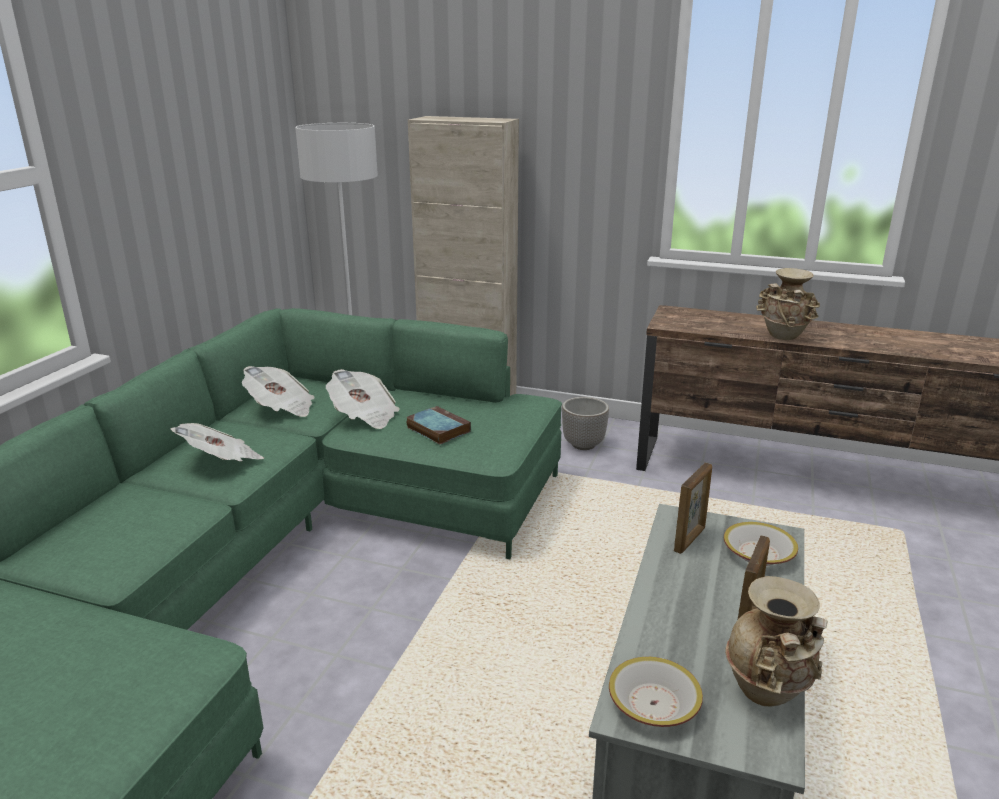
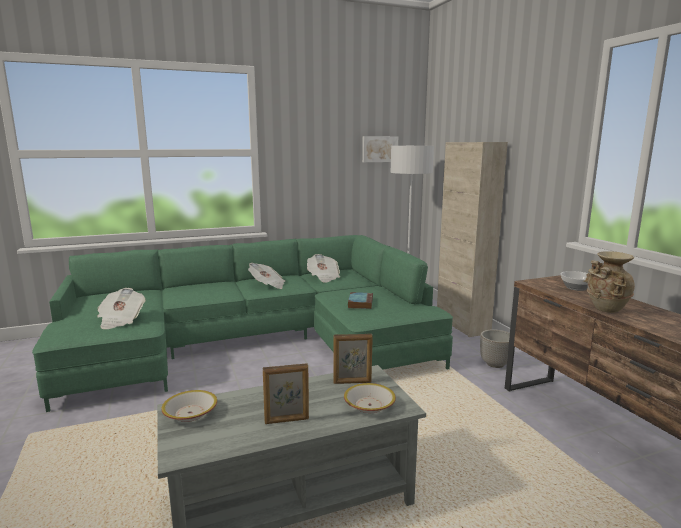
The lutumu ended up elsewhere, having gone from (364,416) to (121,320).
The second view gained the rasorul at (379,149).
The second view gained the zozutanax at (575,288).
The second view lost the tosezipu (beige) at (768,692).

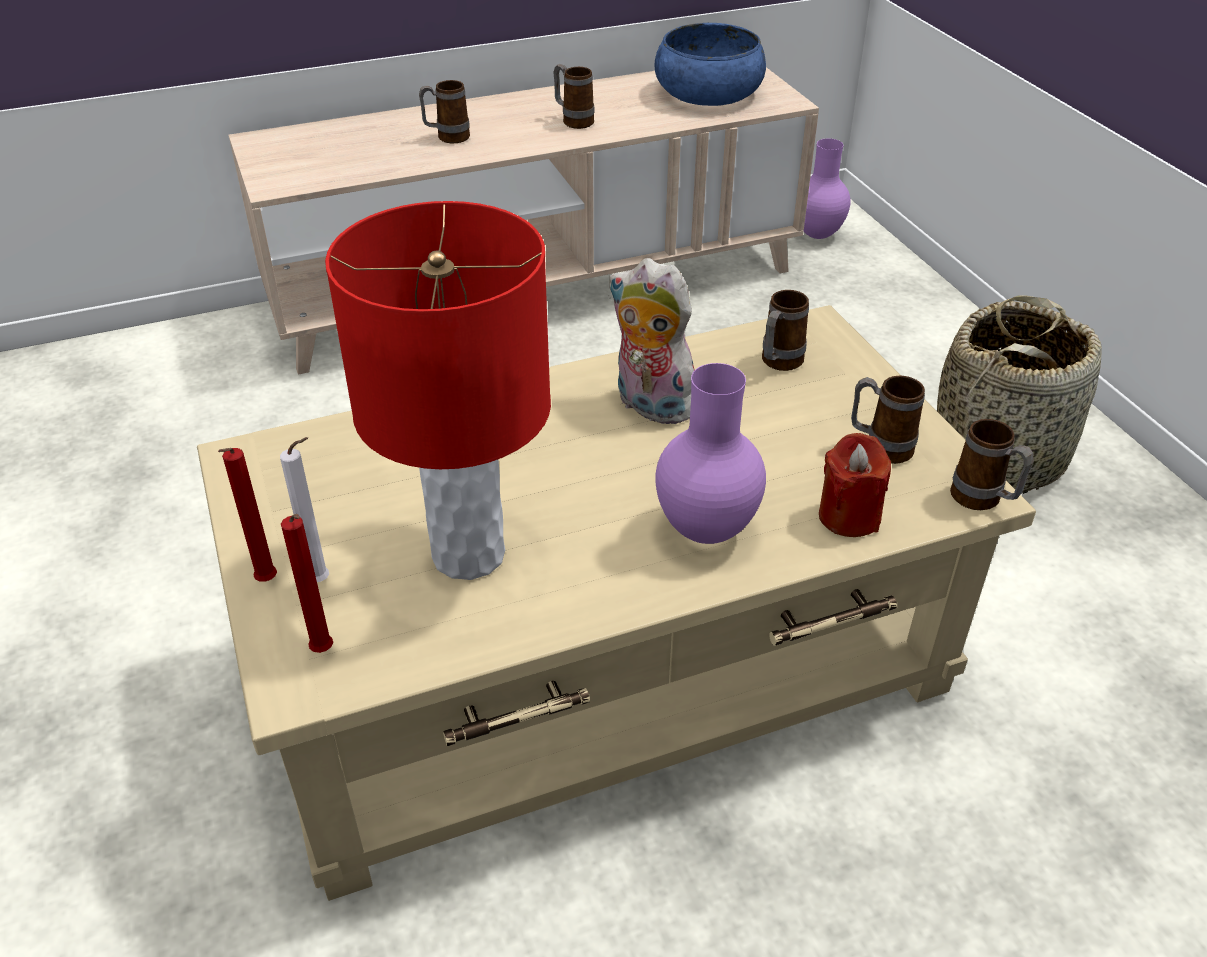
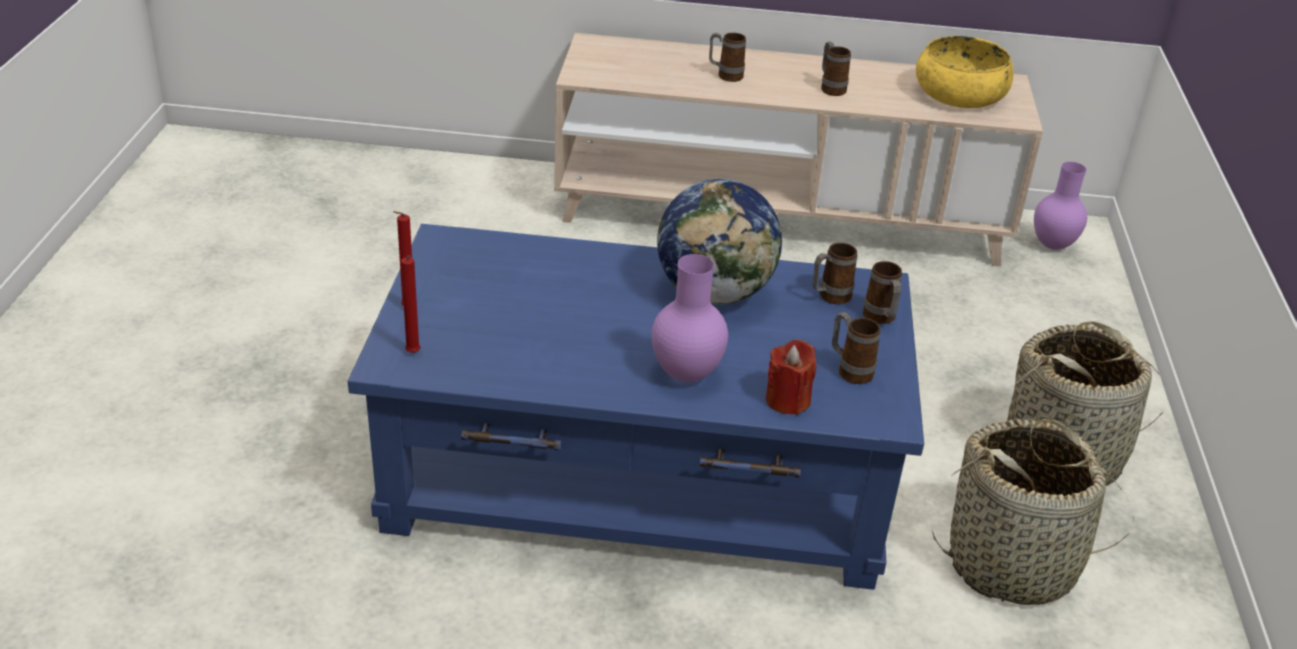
What was the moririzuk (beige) at (605,666) turned into the moririzuk (blue) at (640,478).
Where the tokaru stood at (649,406), the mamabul came to stand at (715,293).
The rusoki ended up elsewhere, having gone from (983,501) to (881,319).
What was the zozutanax (blue) at (708,93) turned into the zozutanax (yellow) at (959,95).
The second view gained the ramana at (1013,563).
The second view lost the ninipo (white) at (323,581).
The second view lost the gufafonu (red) at (468,553).

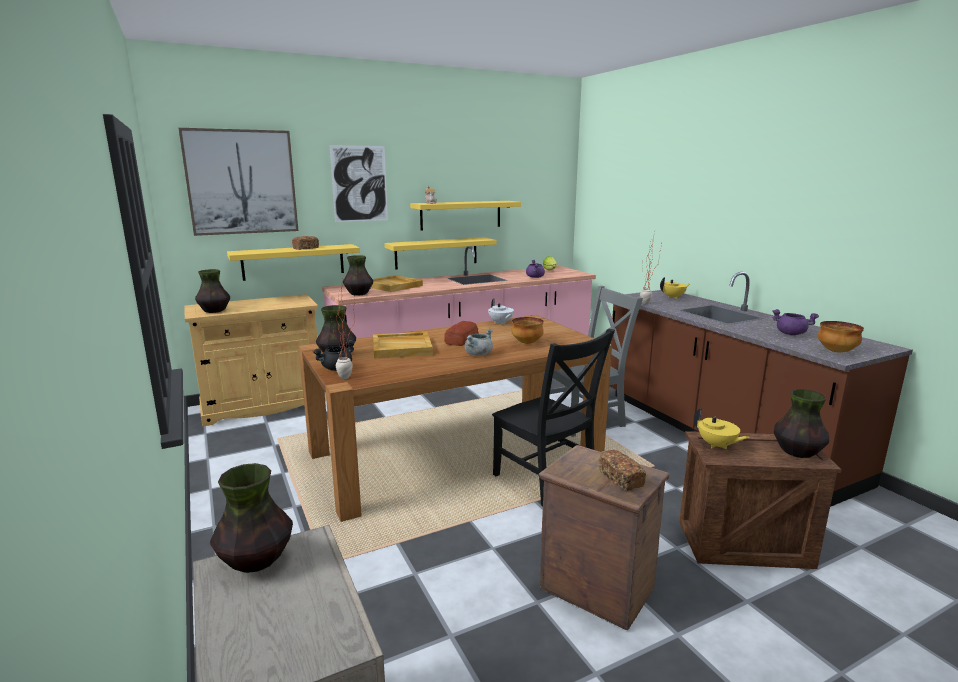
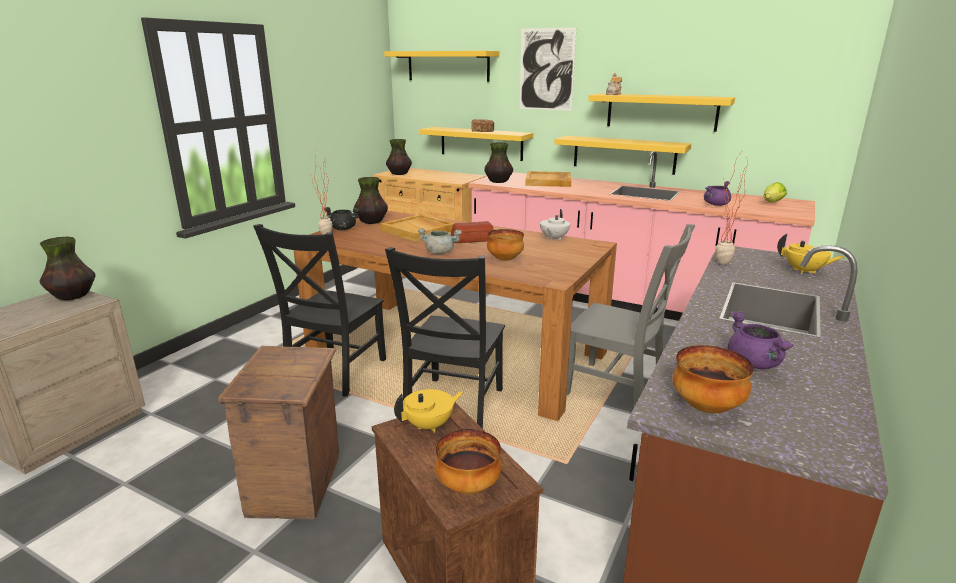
The second view gained the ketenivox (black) at (334,373).
Where the rasorul hung at (241,182), the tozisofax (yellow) came to hang at (448,66).
The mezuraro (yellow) at (717,446) ended up facing another way, 135 degrees counterclockwise from before.
Where the tosezipu stood at (797,452), the zozutanax came to stand at (468,486).
The second view lost the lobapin at (621,479).

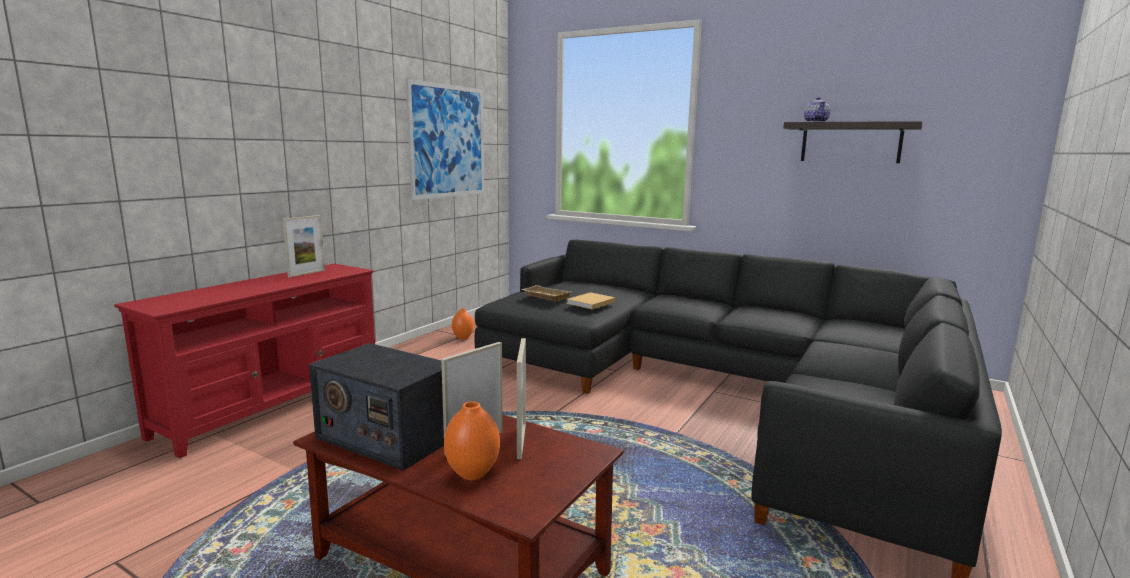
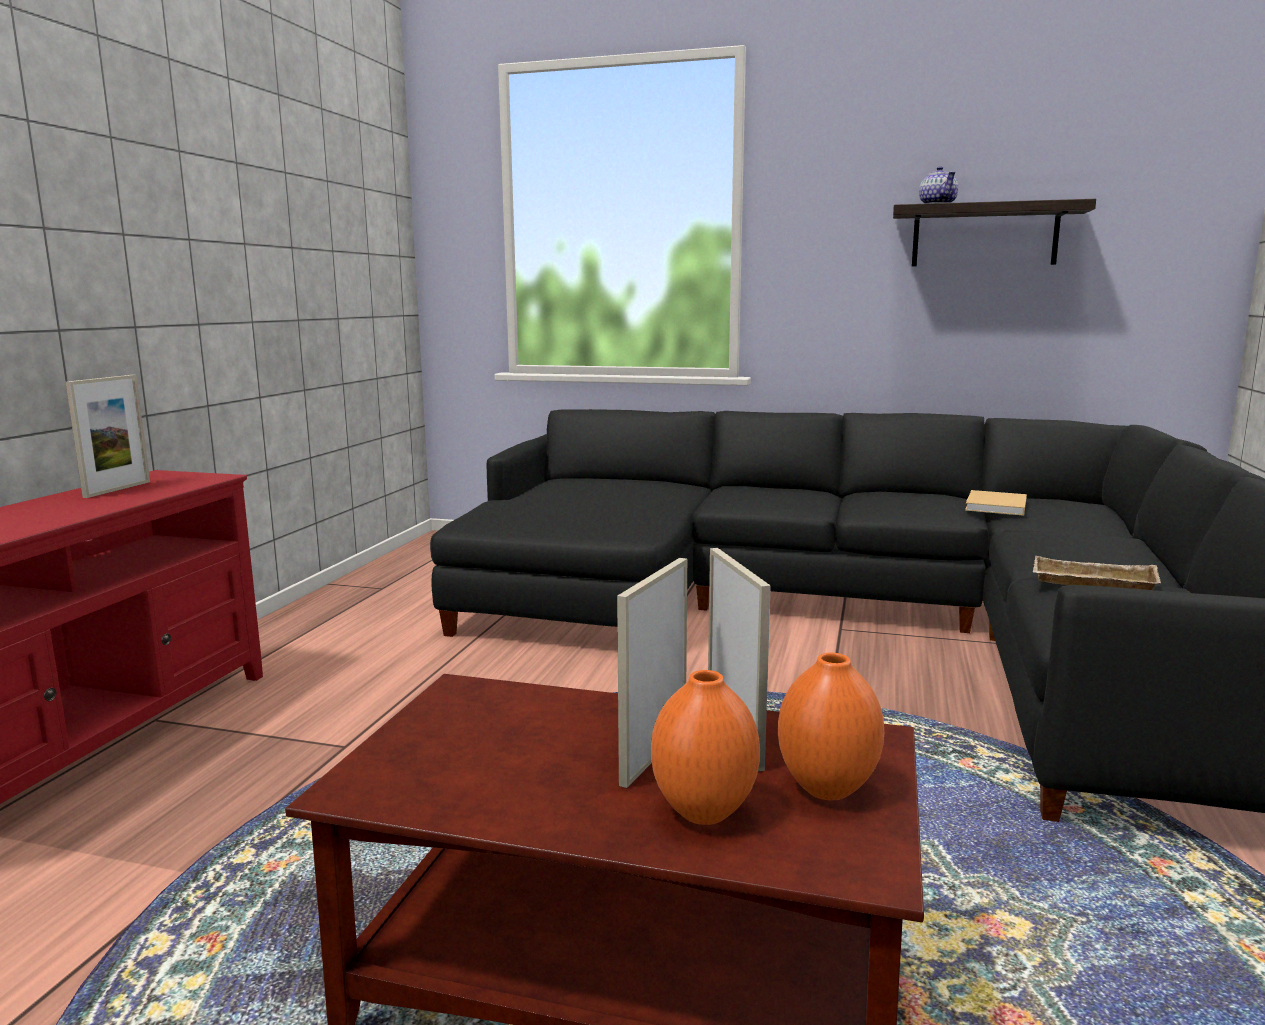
The tosezipu (orange) ended up elsewhere, having gone from (462,338) to (825,788).
The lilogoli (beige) ended up elsewhere, having gone from (590,303) to (996,506).
The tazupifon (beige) ended up elsewhere, having gone from (544,296) to (1091,584).
The second view lost the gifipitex at (386,437).
The second view lost the rasorul at (448,141).

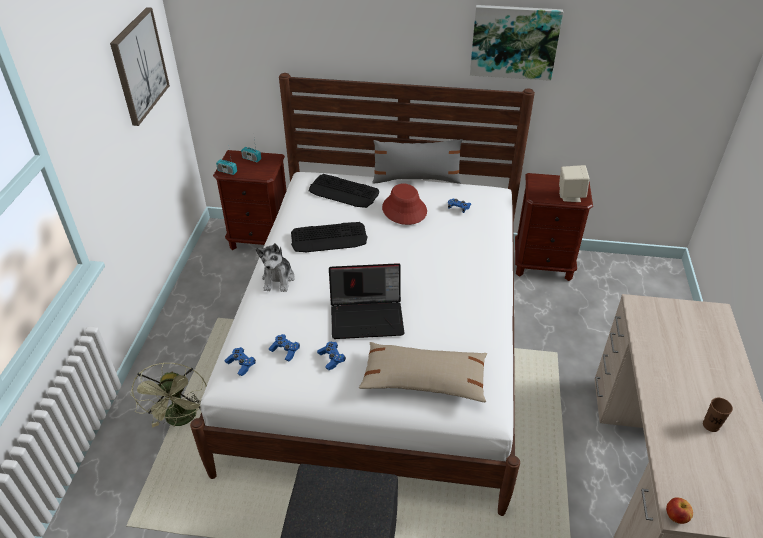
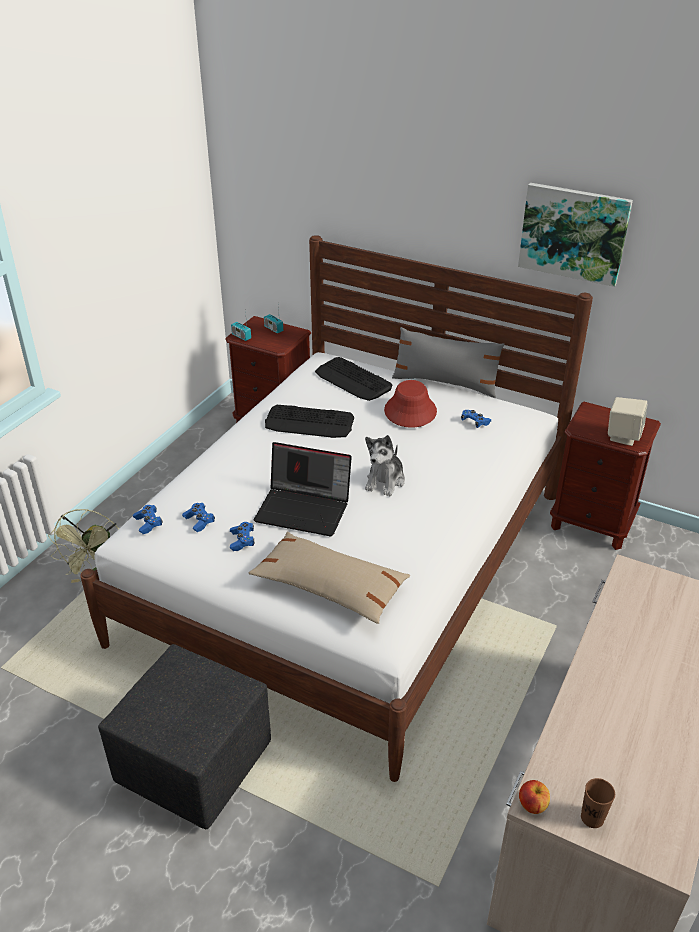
The tokaru ended up elsewhere, having gone from (278,279) to (385,481).
The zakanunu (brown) ended up elsewhere, having gone from (711,425) to (592,818).
The second view lost the rasorul at (139,66).

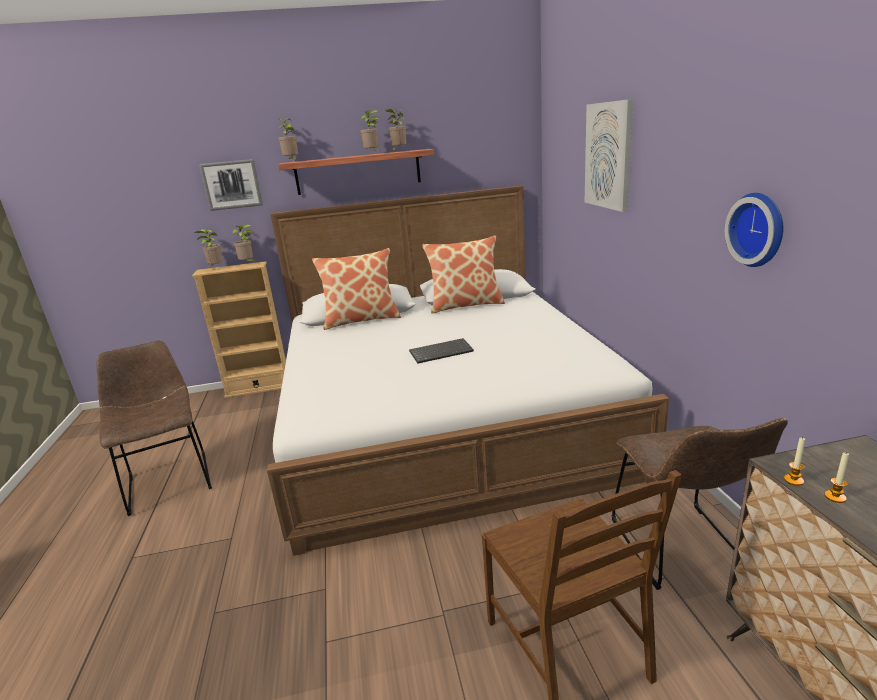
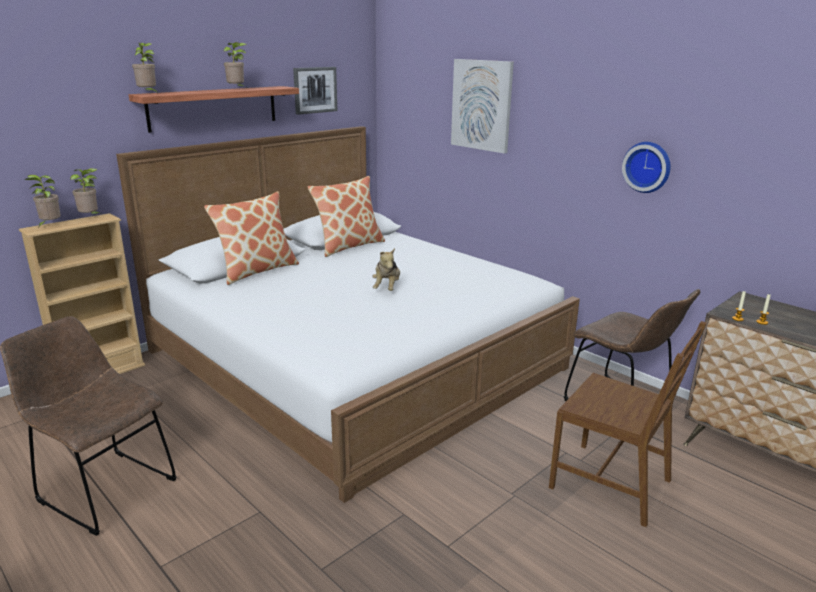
The rasorul ended up elsewhere, having gone from (232,184) to (315,90).
Where the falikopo stood at (441,352), the tokaru came to stand at (387,288).
The second view lost the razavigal at (398,151).

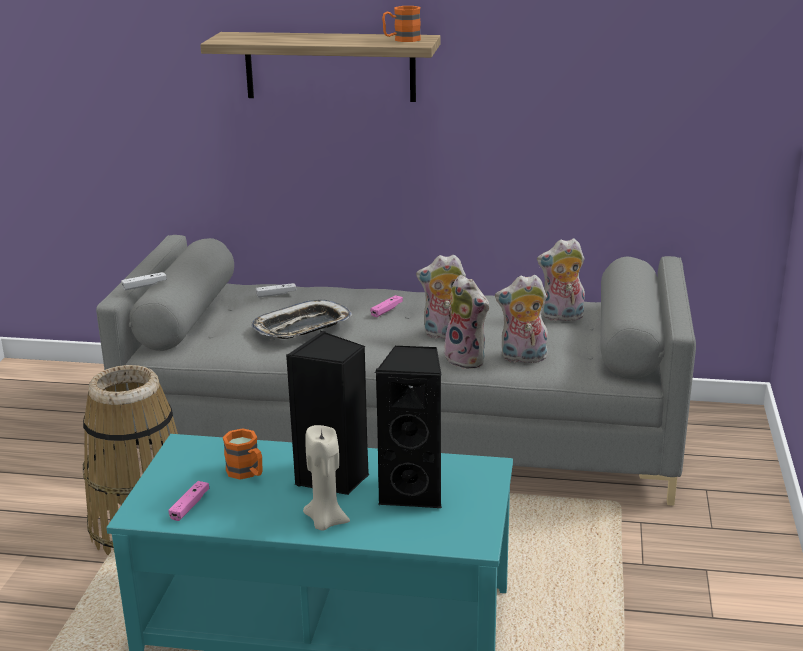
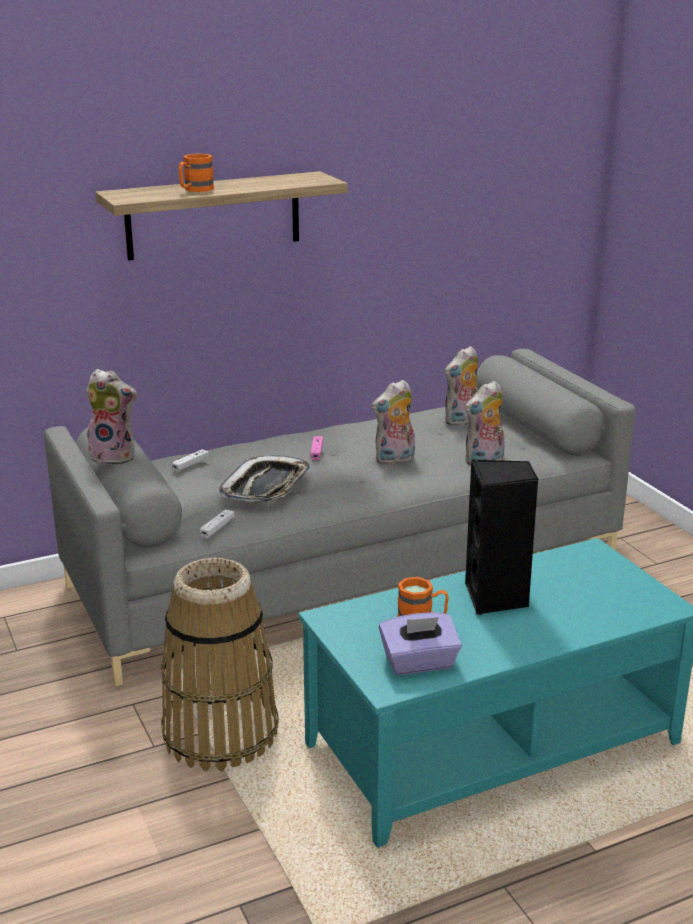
The tokaru ended up elsewhere, having gone from (468,359) to (115,456).
The rusoki (orange) ended up elsewhere, having gone from (401,40) to (195,190).
The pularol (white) ended up elsewhere, having gone from (144,286) to (217,528).
Where the pularol (pink) stood at (190,506), the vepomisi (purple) came to stand at (419,663).
The second view lost the ninipo (beige) at (325,522).
The second view lost the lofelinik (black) at (414,492).

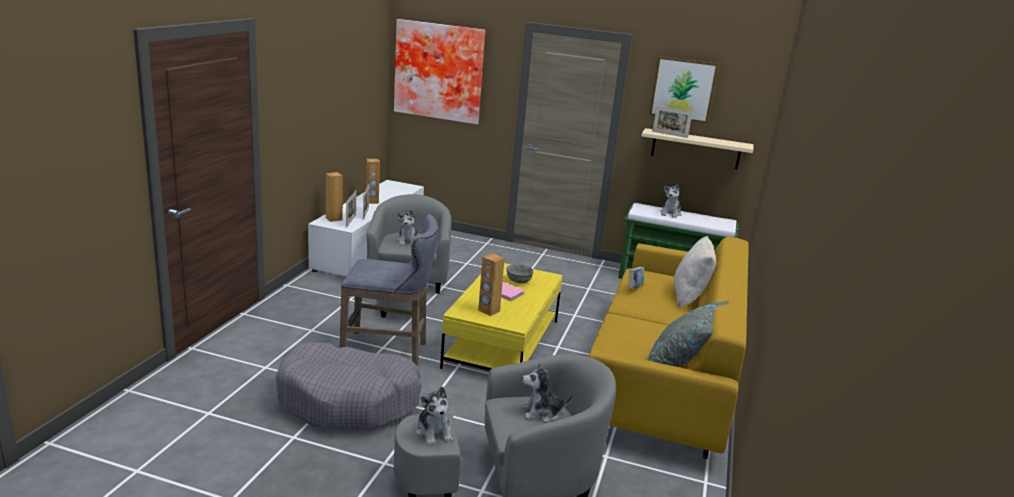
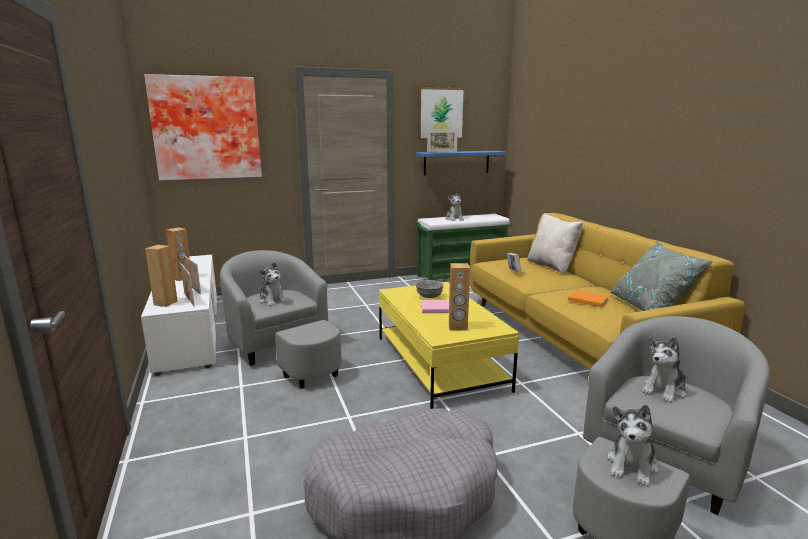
What was the tozisofax (beige) at (695,149) turned into the tozisofax (blue) at (456,162).
The second view gained the lilogoli (orange) at (587,299).
The tokaru at (434,432) ended up facing another way, 90 degrees clockwise from before.
The second view lost the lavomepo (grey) at (389,350).

